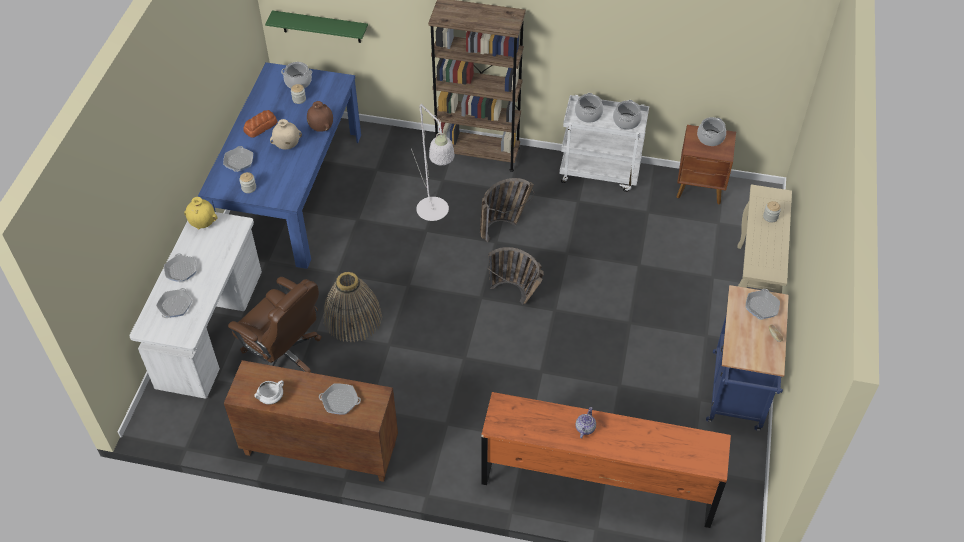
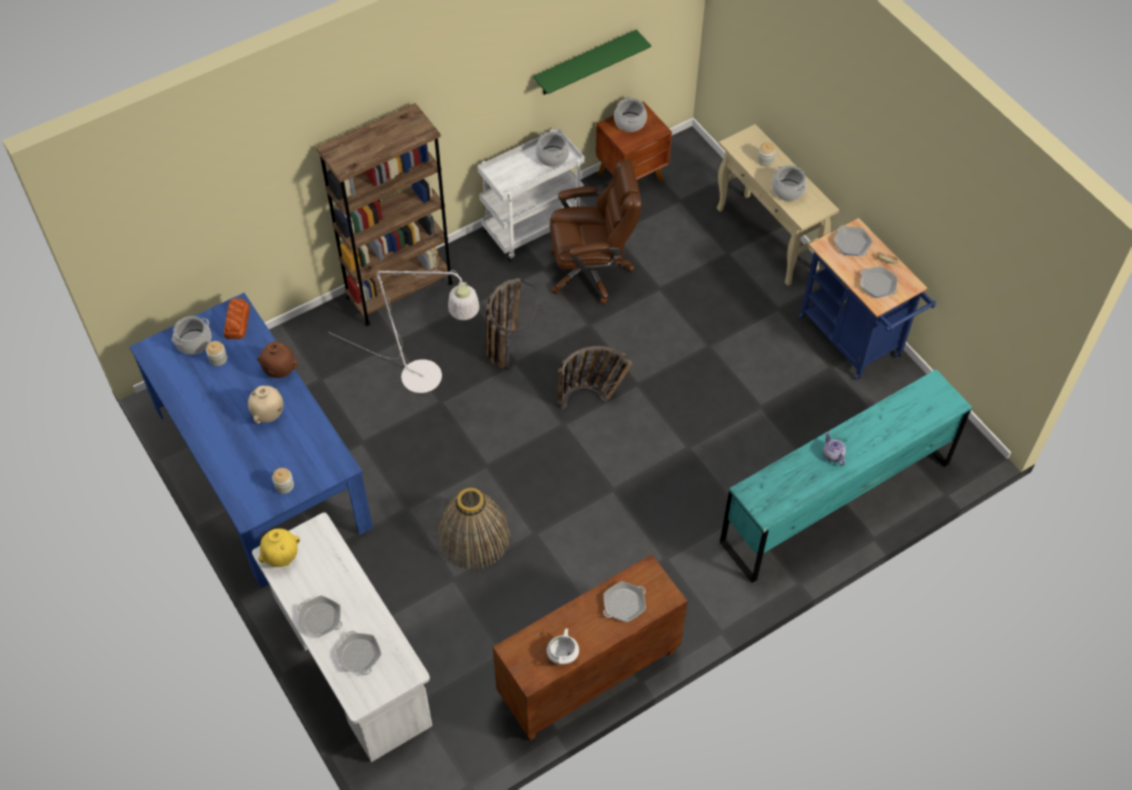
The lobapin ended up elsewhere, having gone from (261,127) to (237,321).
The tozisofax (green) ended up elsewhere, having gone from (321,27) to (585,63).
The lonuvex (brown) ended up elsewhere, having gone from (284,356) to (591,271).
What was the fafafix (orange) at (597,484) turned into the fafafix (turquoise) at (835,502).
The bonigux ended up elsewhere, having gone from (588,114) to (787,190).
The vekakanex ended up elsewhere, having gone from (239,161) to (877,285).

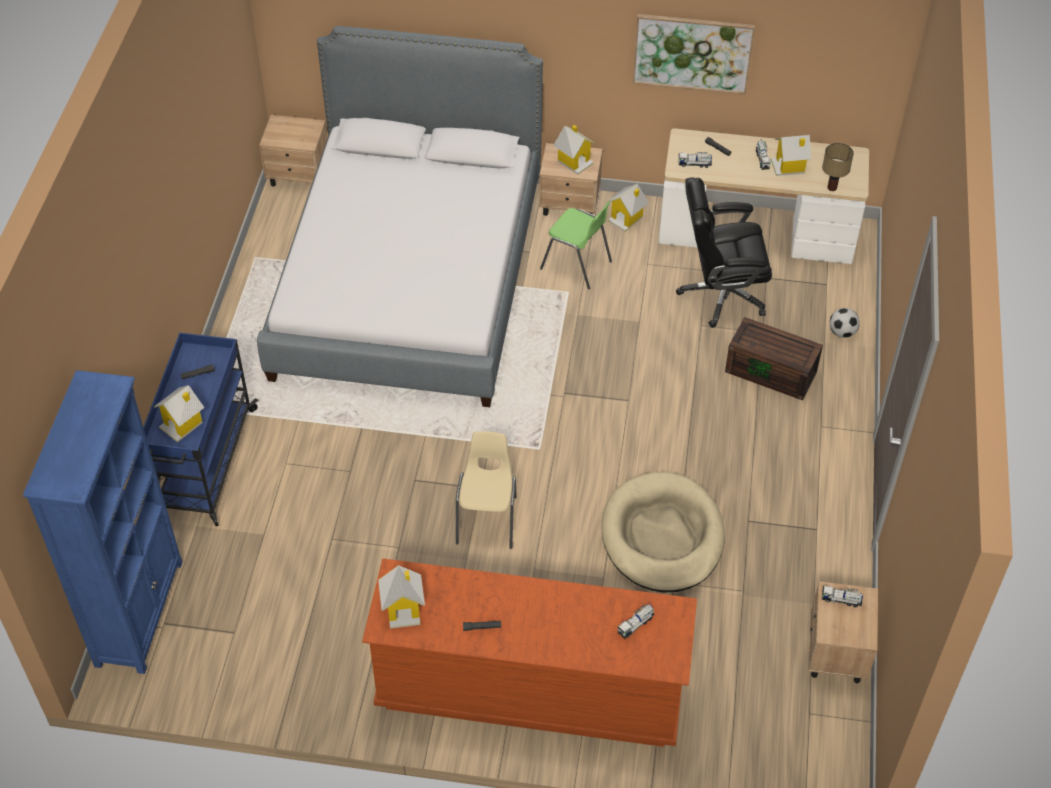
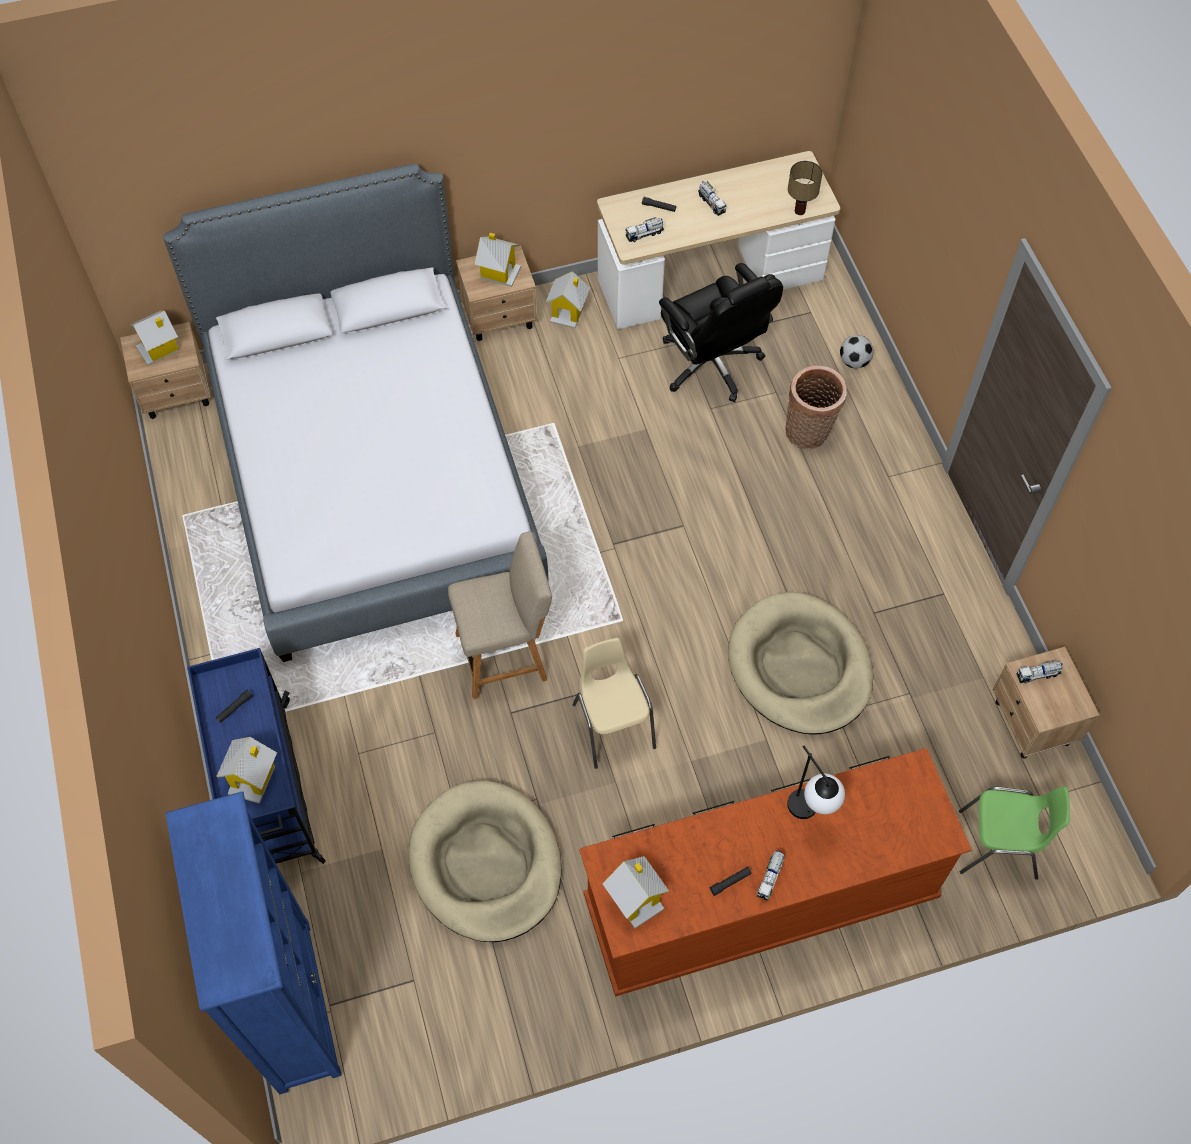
The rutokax ended up elsewhere, having gone from (789,166) to (160,348).
The second view gained the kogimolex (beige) at (486,863).
The second view gained the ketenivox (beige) at (506,655).
The lonuvex (black) at (720,294) ended up facing another way, 90 degrees counterclockwise from before.
The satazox ended up elsewhere, having gone from (635,625) to (770,877).
Where the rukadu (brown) stood at (772,371), the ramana came to stand at (809,433).
The second view gained the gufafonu at (809,815).
The ketenivox (green) ended up elsewhere, having gone from (576,265) to (999,846).
The second view lost the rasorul at (692,53).

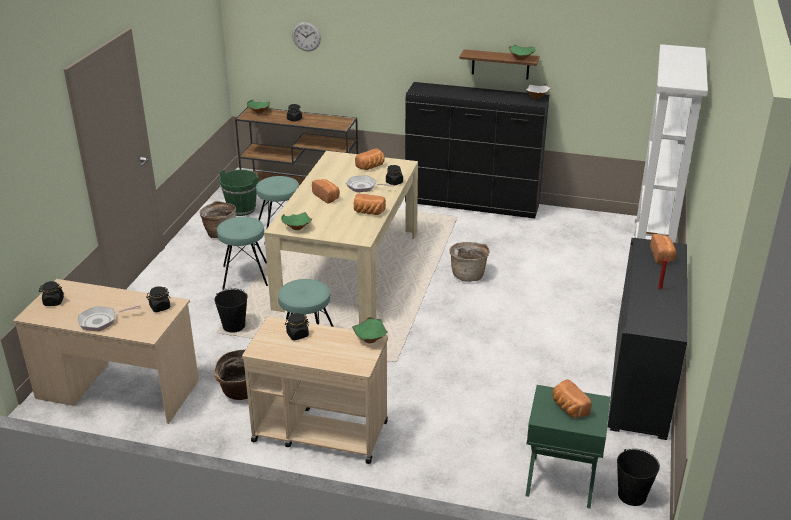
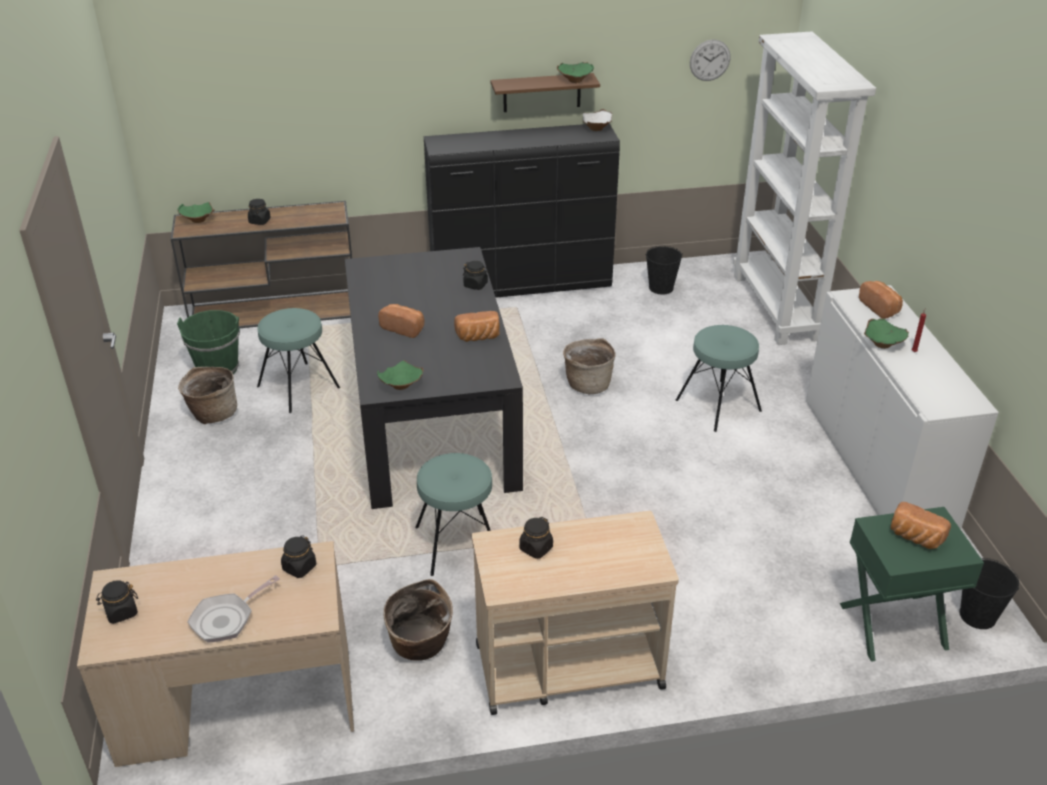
What was the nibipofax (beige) at (348,269) turned into the nibipofax (black) at (432,418).
The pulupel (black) ended up elsewhere, having gone from (234,326) to (661,288).
The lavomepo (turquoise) ended up elsewhere, having gone from (245,276) to (718,405).
The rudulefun ended up elsewhere, having gone from (306,36) to (710,60).
What was the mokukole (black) at (640,379) turned into the mokukole (white) at (877,463).
The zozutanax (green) ended up elsewhere, having gone from (371,339) to (883,343).
The second view lost the vekakanex at (364,187).
The second view lost the lobapin at (371,167).

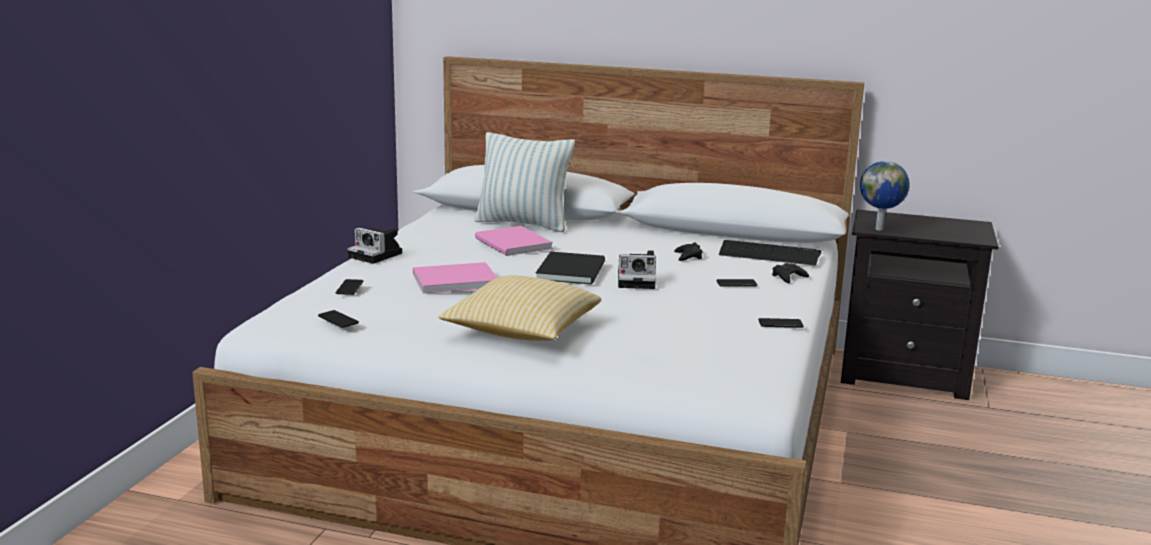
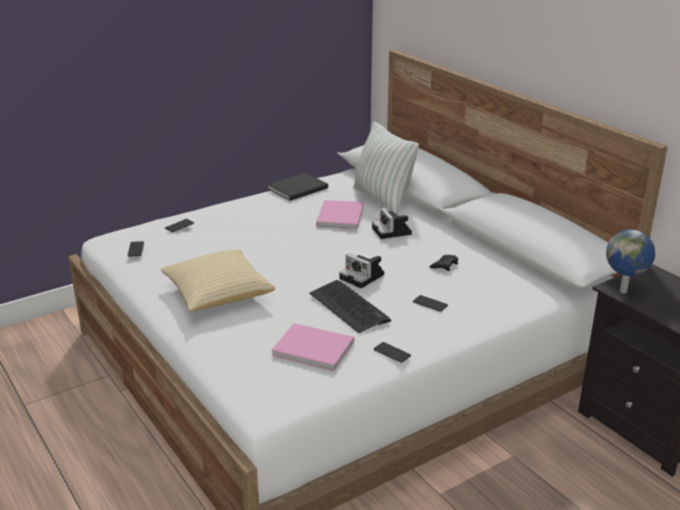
The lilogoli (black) ended up elsewhere, having gone from (573,270) to (300,188).
The lilogoli (pink) ended up elsewhere, having gone from (452,280) to (312,347).
The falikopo ended up elsewhere, having gone from (769,254) to (349,307).
The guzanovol ended up elsewhere, having gone from (377,255) to (392,231).
The second view lost the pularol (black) at (788,277).

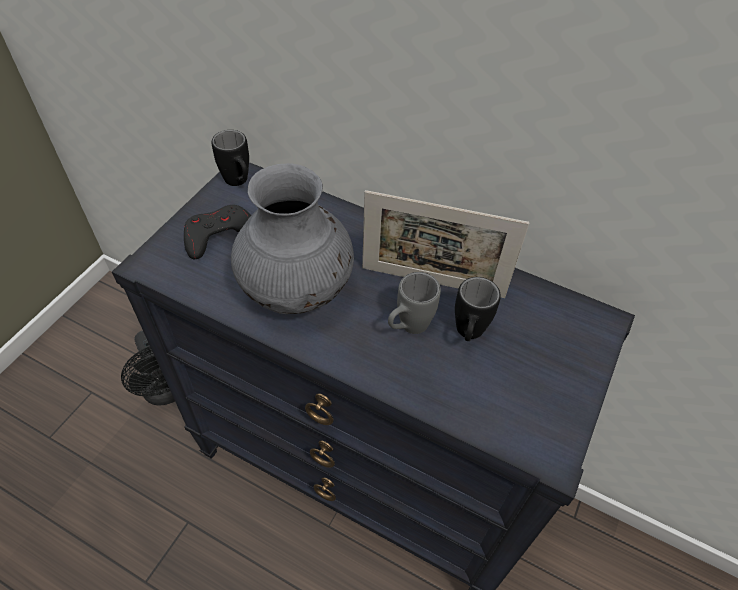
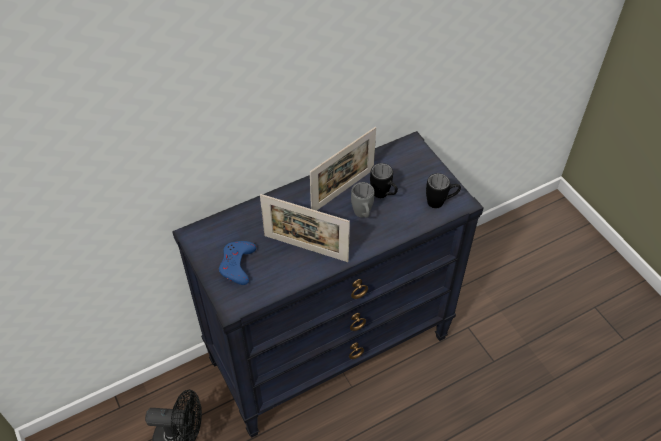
What was the pularol (black) at (220,236) turned into the pularol (blue) at (237,265).
Where the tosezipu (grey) stood at (297,291), the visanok came to stand at (305,248).
The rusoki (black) ended up elsewhere, having gone from (239,183) to (440,202).

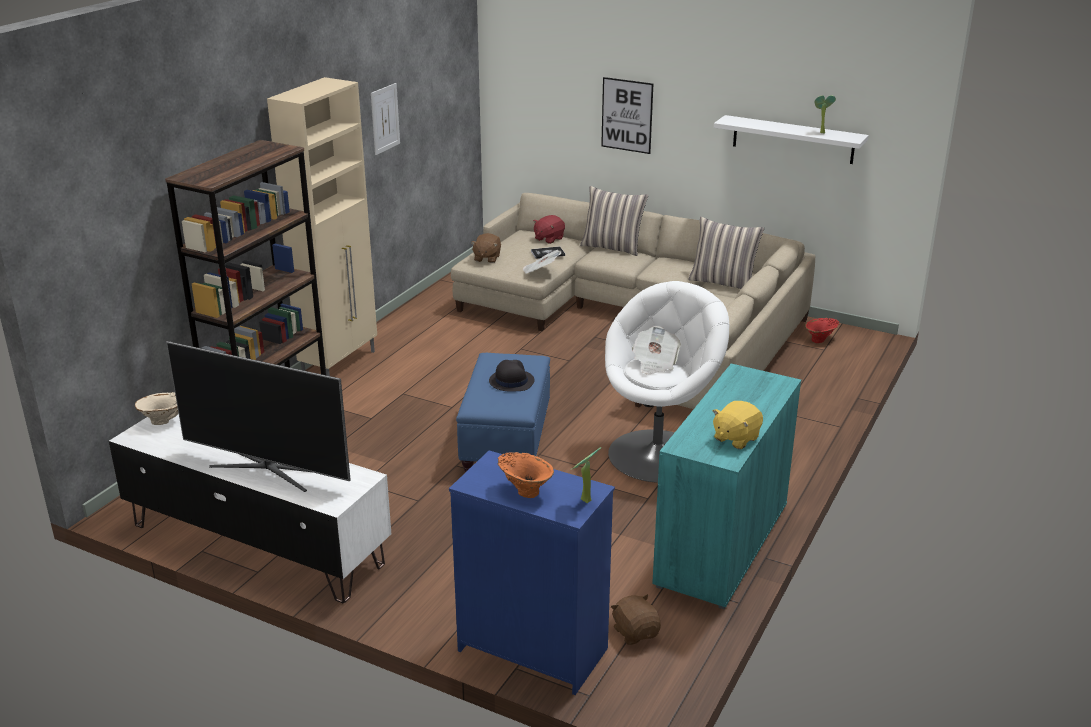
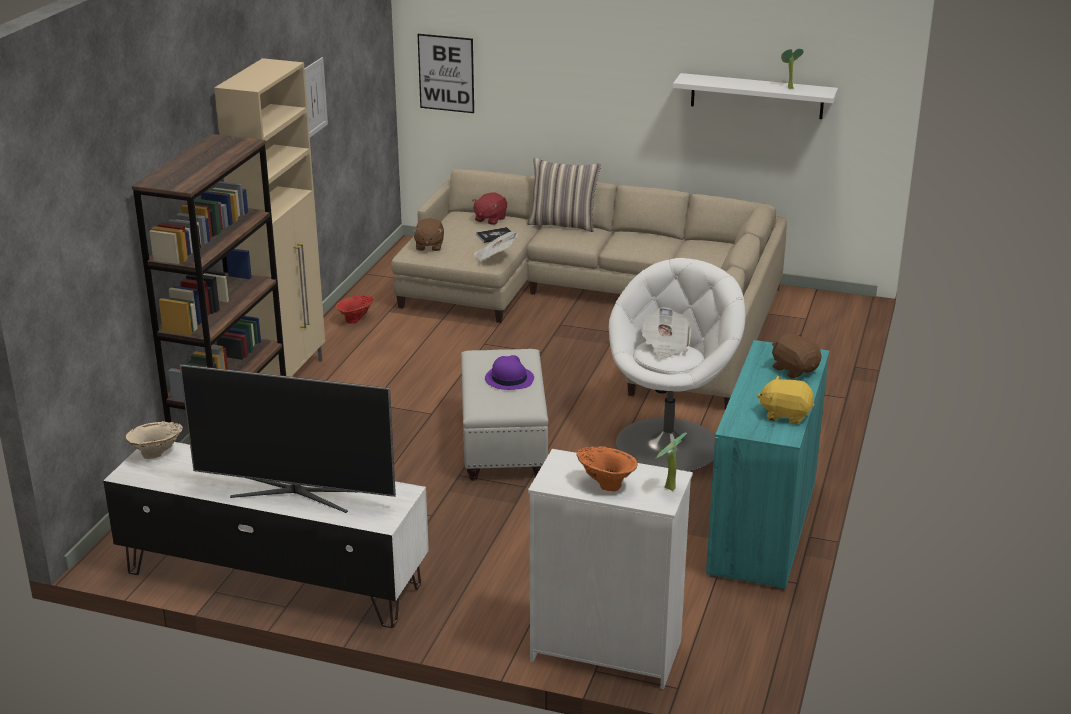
The tosezipu (red) ended up elsewhere, having gone from (820,340) to (356,320).
The rasorul ended up elsewhere, having gone from (627,115) to (446,73).
What was the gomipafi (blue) at (506,439) turned into the gomipafi (white) at (503,443).
What was the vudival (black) at (511,381) turned into the vudival (purple) at (509,379).
What was the fafafix (blue) at (533,649) turned into the fafafix (white) at (606,650).
The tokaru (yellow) at (735,438) ended up facing another way, 75 degrees clockwise from before.
The tokaru (brown) ended up elsewhere, having gone from (635,632) to (794,369).
The second view lost the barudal at (723,282).

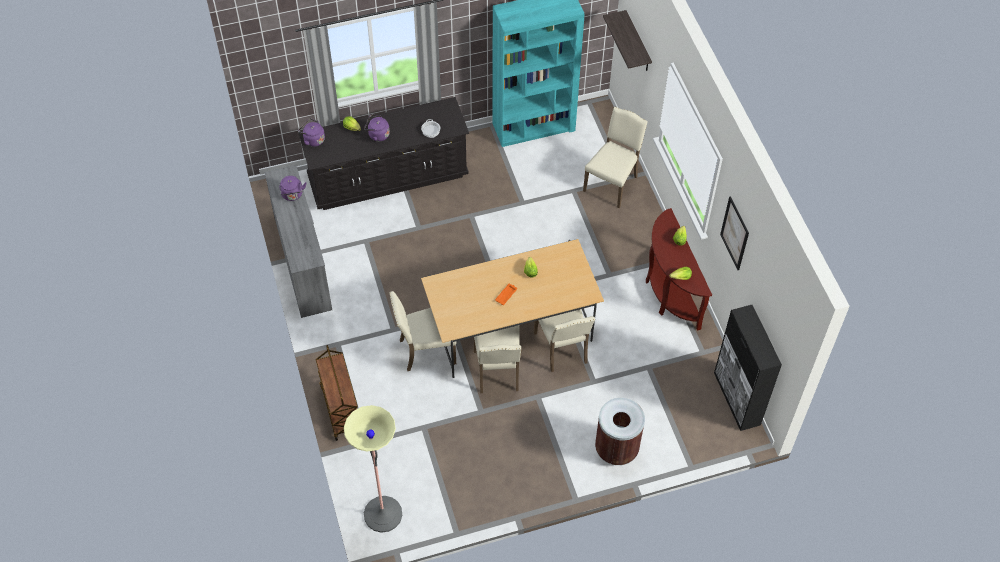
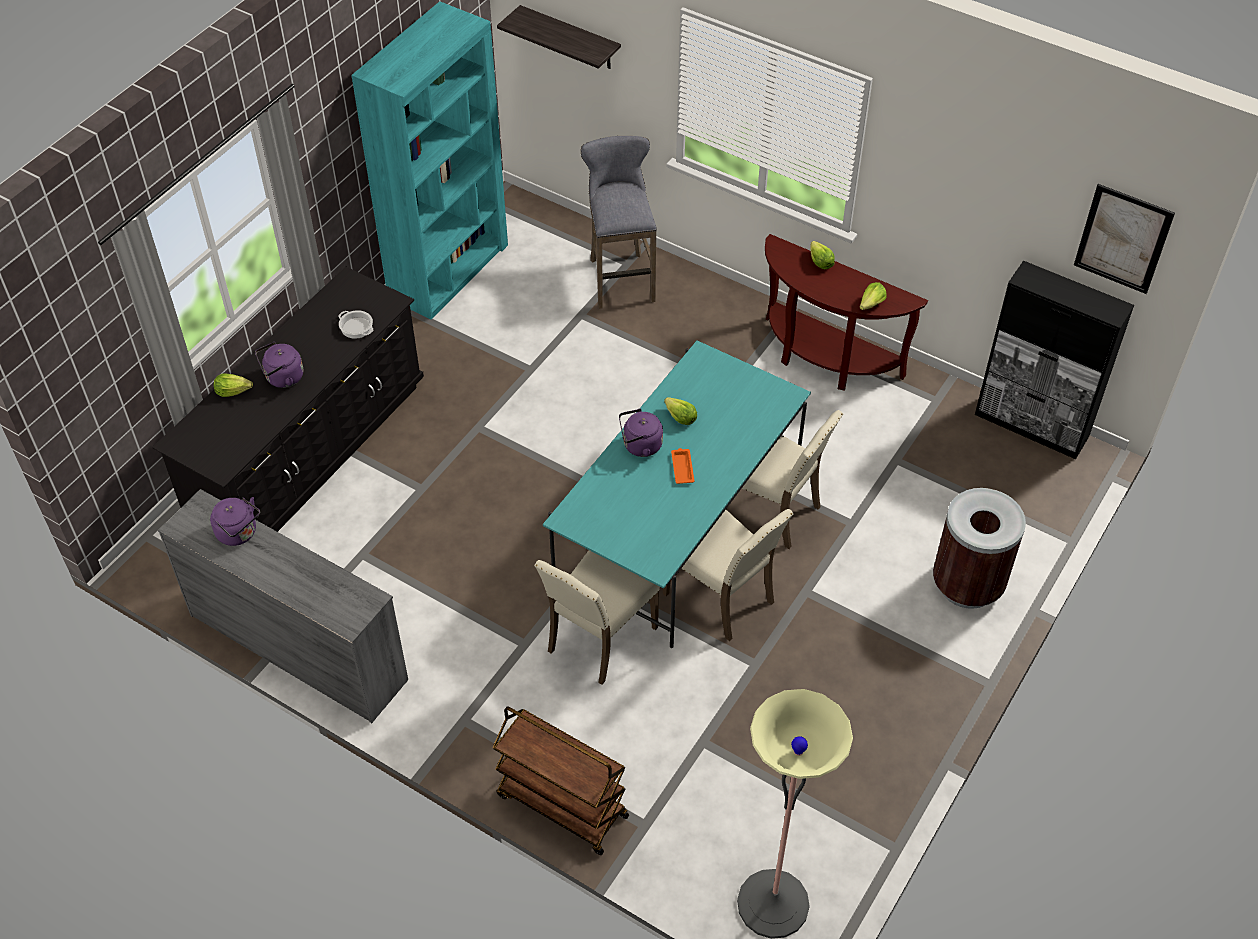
What was the nibipofax (beige) at (511,326) turned into the nibipofax (turquoise) at (678,529).
Where the ketenivox (beige) stood at (612,183), the lavomepo (grey) came to stand at (620,277).
The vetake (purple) ended up elsewhere, having gone from (313,139) to (640,446).
The rasorul ended up elsewhere, having gone from (734,233) to (1123,239).

